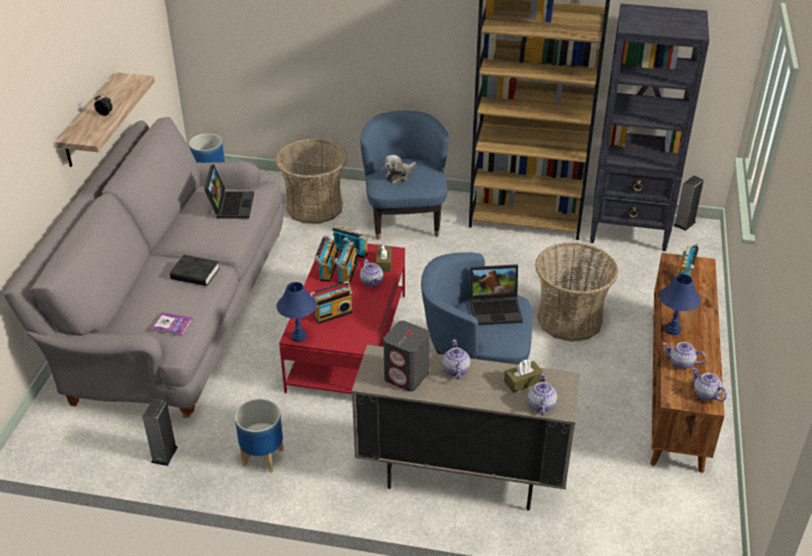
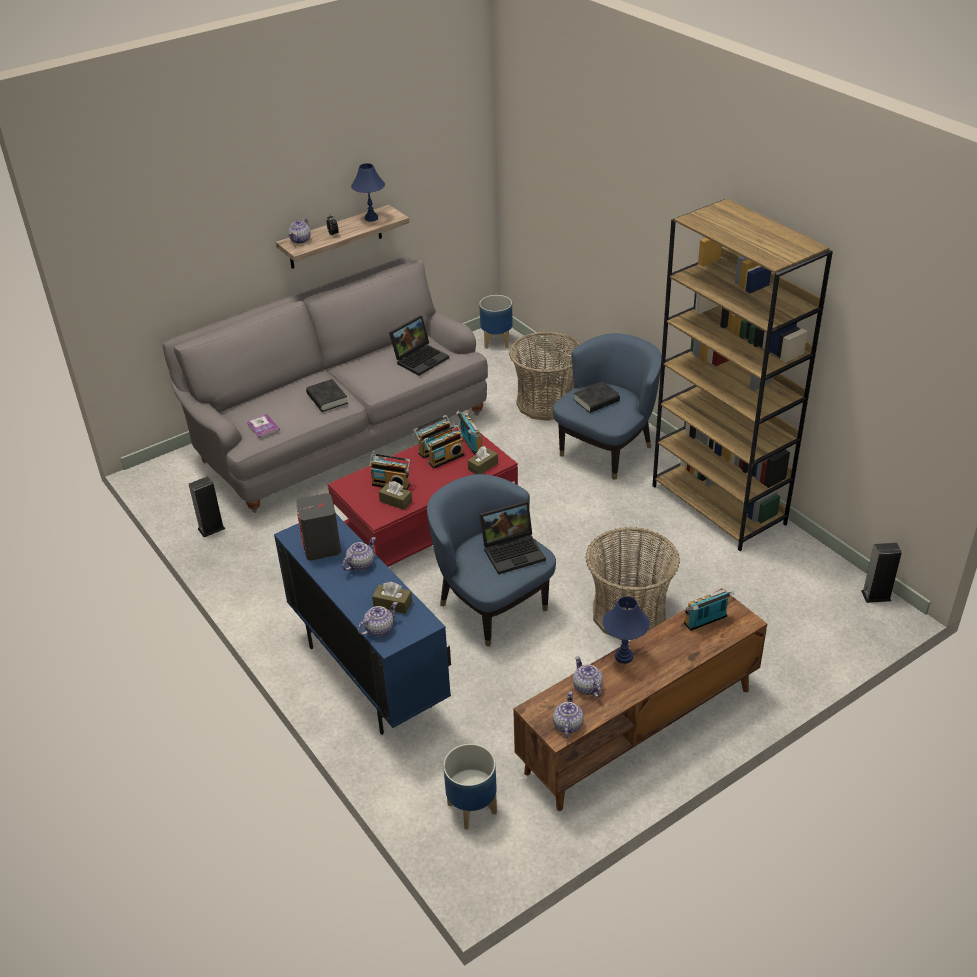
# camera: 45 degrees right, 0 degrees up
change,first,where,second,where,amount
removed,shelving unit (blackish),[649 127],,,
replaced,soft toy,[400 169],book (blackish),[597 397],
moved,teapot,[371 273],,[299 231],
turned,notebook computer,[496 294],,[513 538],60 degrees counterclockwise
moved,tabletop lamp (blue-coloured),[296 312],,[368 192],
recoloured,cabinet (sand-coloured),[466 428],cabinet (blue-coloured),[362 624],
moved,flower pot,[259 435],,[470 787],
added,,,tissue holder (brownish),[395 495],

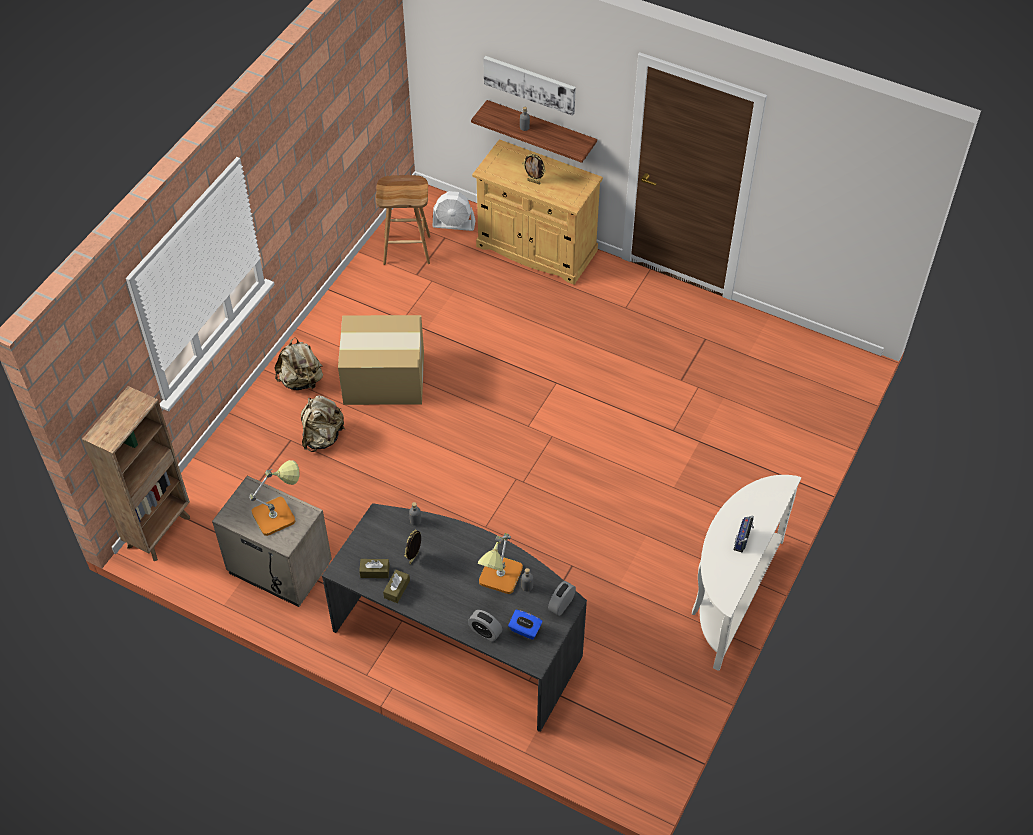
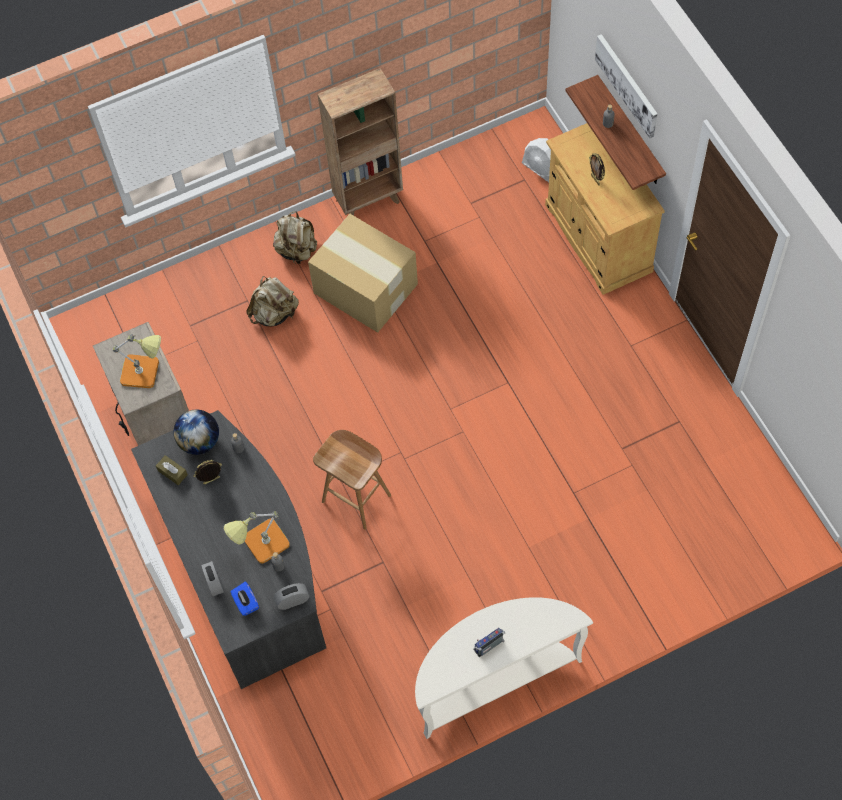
# camera: 40 degrees right, 10 degrees up
change,first,where,second,where,amount
moved,stool seat (brownish),[403 220],,[352 480],
moved,shelving unit (brownish),[136 473],,[360 142],
removed,tissue holder (brownish),[396 586],,,
added,,,globe,[196 432],

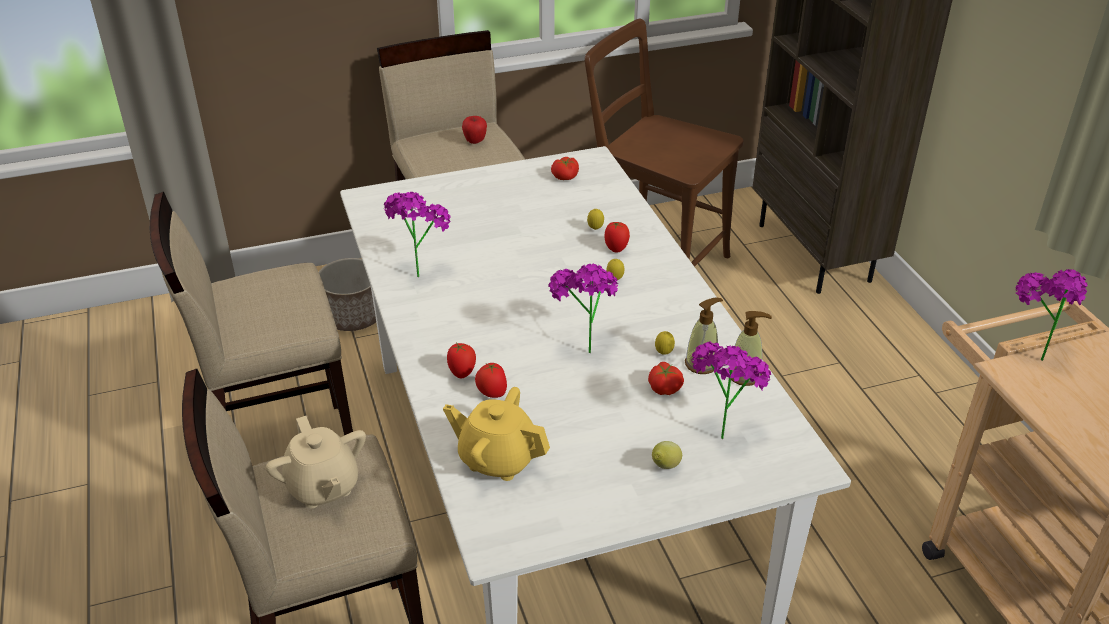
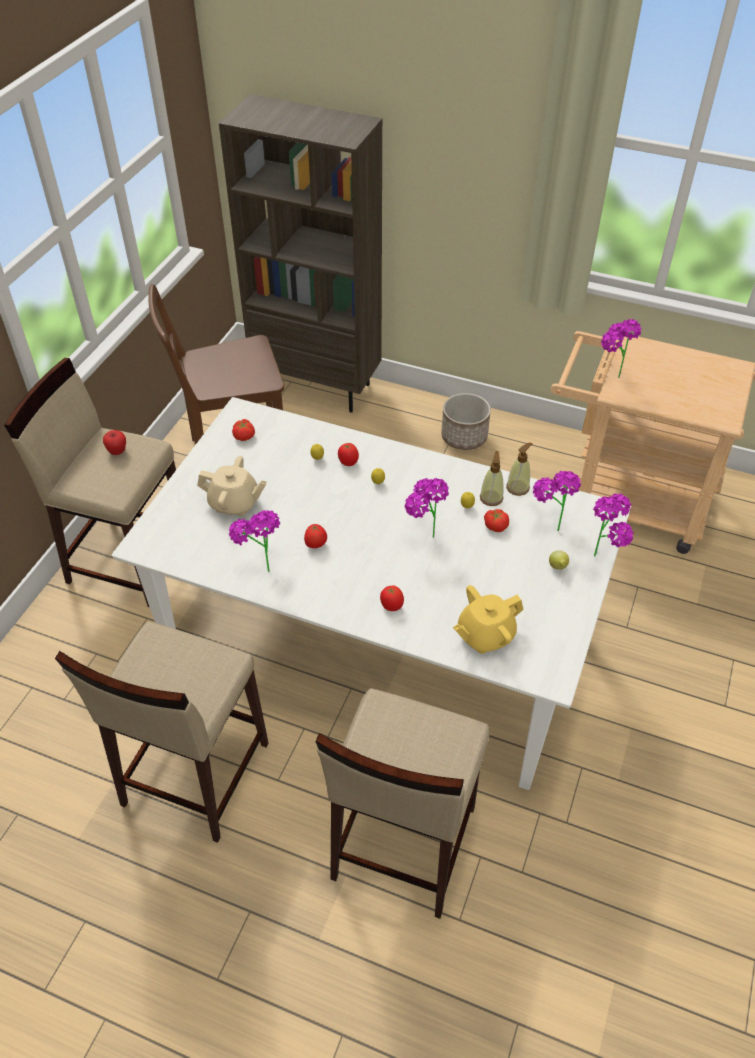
# camera: 50 degrees left, 10 degrees up
change,first,where,second,where,amount
moved,flower pot,[347 294],,[466 421],
moved,whole tomato,[491 380],,[315 536],
moved,teapot (sand-coloured),[316 462],,[232 486],
added,,,houseplant,[613 524],

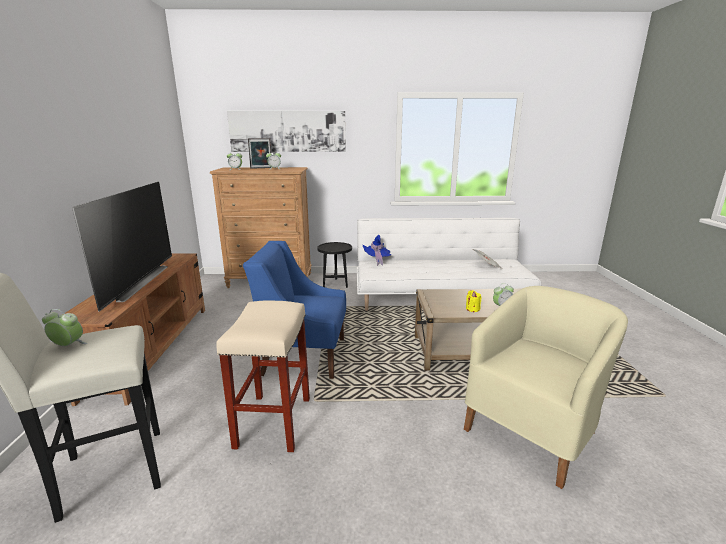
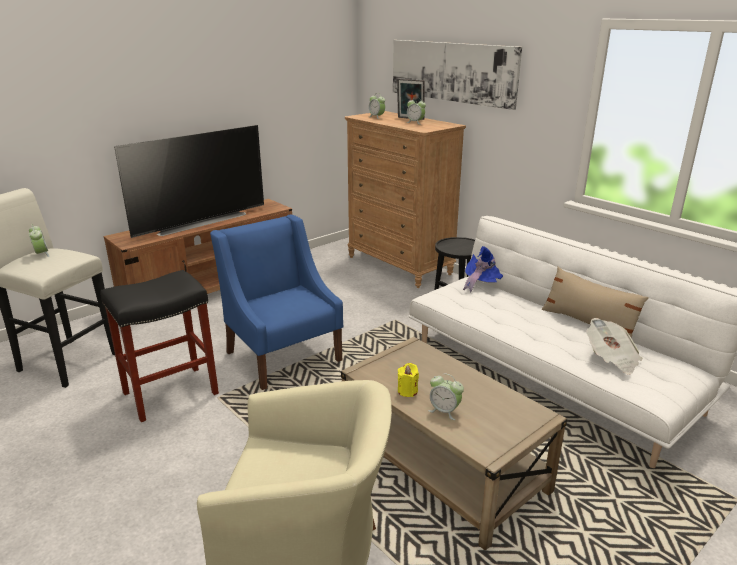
# camera: 50 degrees right, 5 degrees up
change,first,where,second,where,amount
recoloured,stool seat (sand-coloured),[263 376],stool seat (blackish),[160 346],
added,,,pillow (sand-coloured),[595 302],

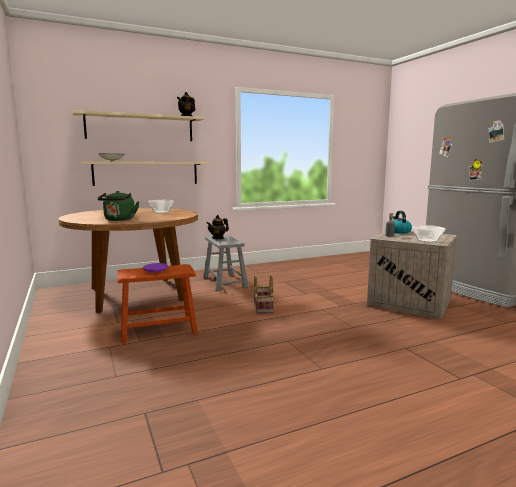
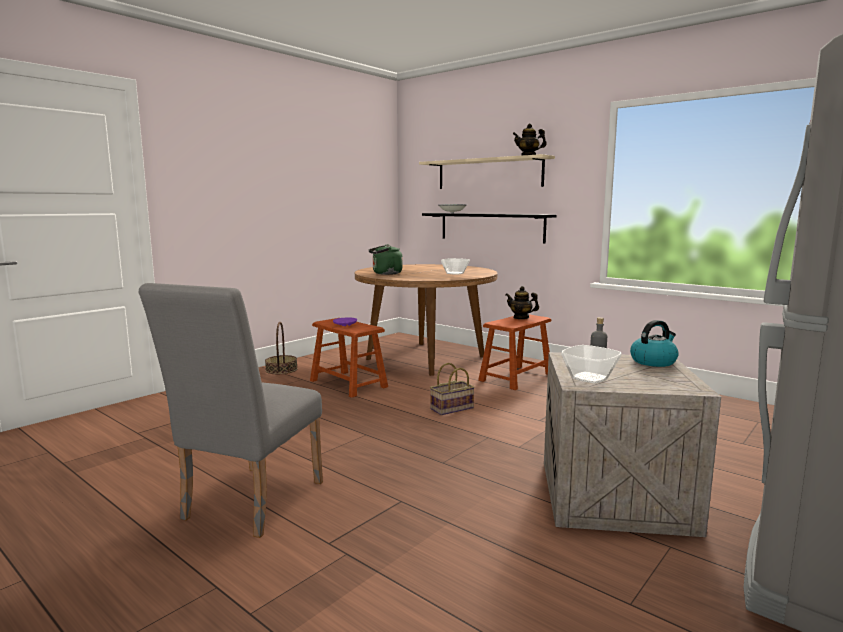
# camera: 65 degrees right, 0 degrees up
change,first,where,second,where,amount
recoloured,bracket shelf (sand-coloured),[145 174],bracket shelf (blackish),[489 228],
recoloured,stool seat (grey),[226 263],stool seat (brownish),[514 352],
added,,,plain chair (grey),[231 410],
added,,,storage basket,[281 348],

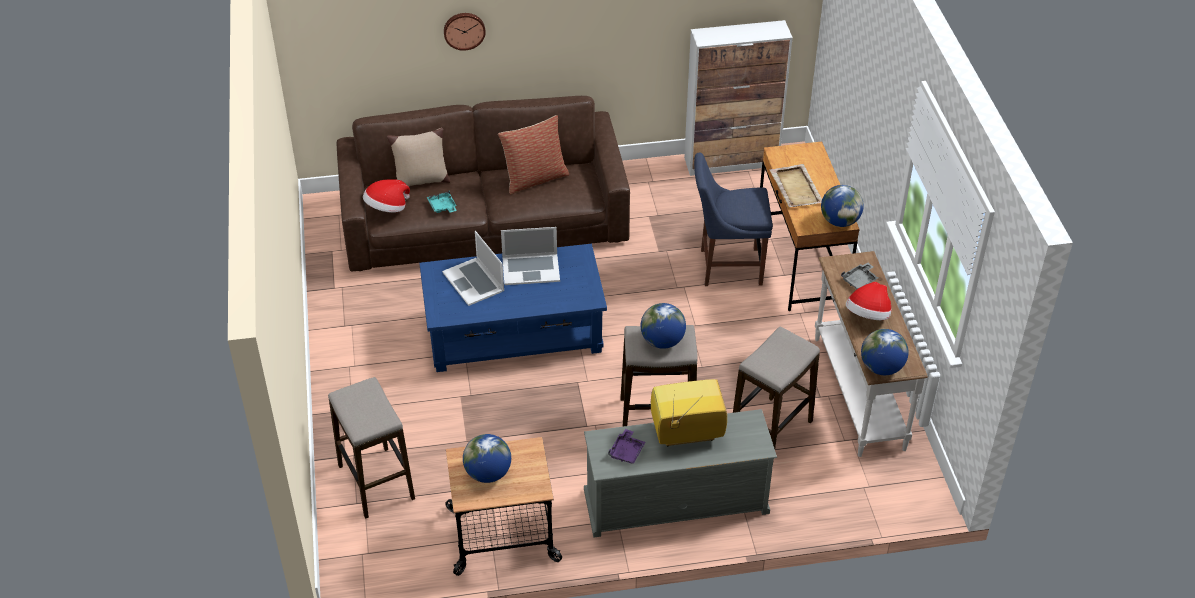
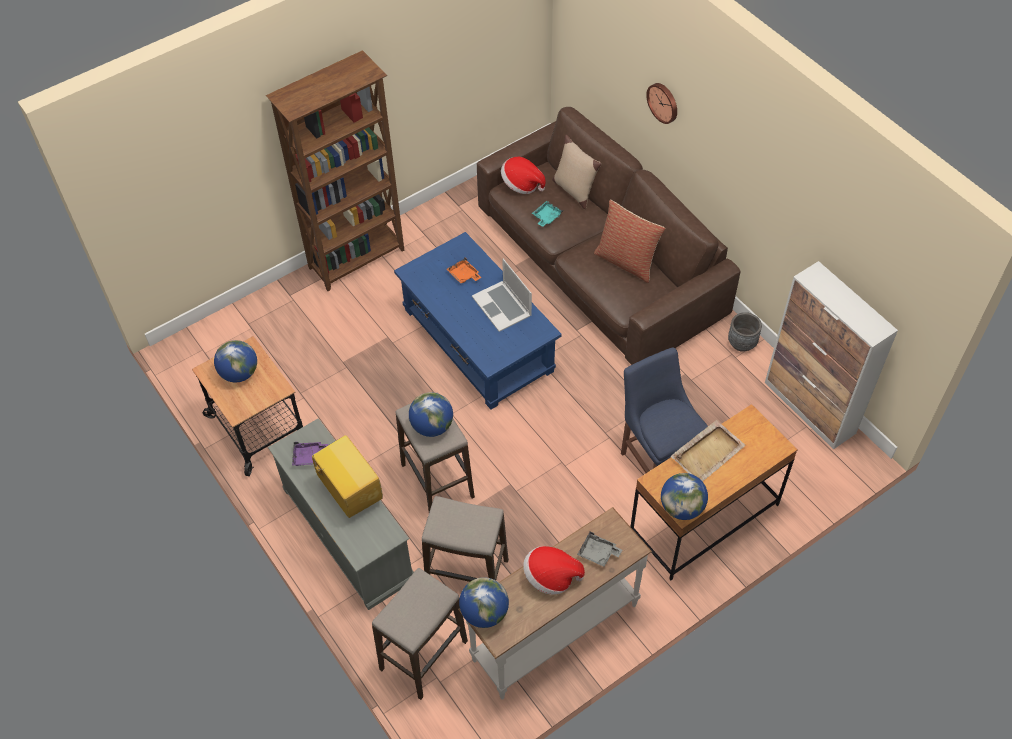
# camera: 65 degrees right, 10 degrees up
change,first,where,second,where,amount
replaced,notebook computer,[473 268],serving tray (orange-coloured),[464 270],
moved,stool seat,[371 448],,[420 634],
added,,,shelving unit (brownish),[335 170],
added,,,flower pot (grey),[745 332],

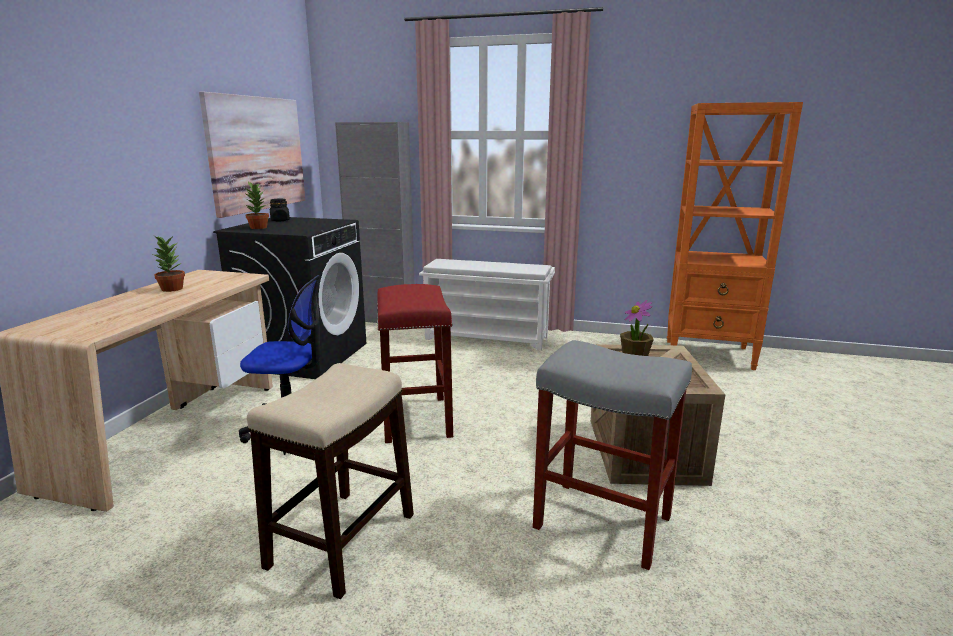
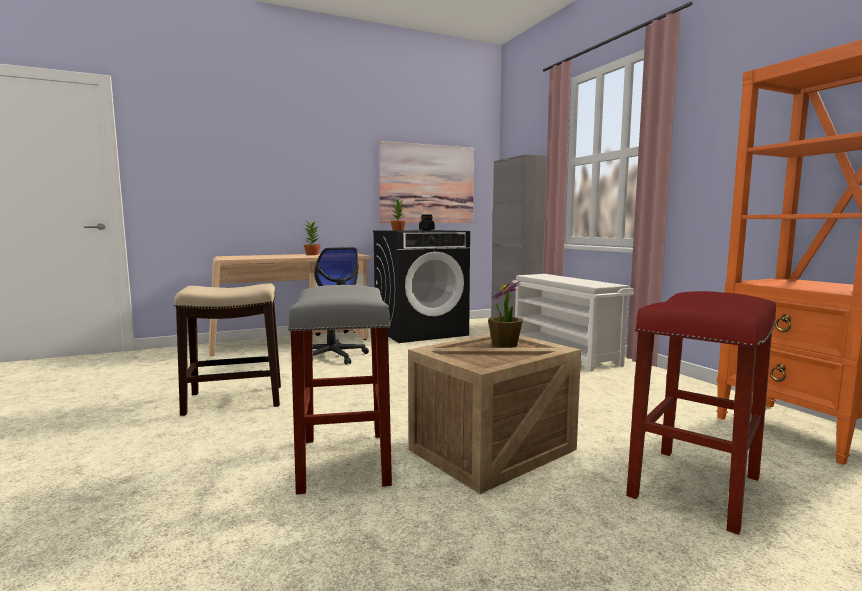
# camera: 50 degrees right, 10 degrees down
change,first,where,second,where,amount
moved,stool seat (reddish),[415 363],,[701 413],

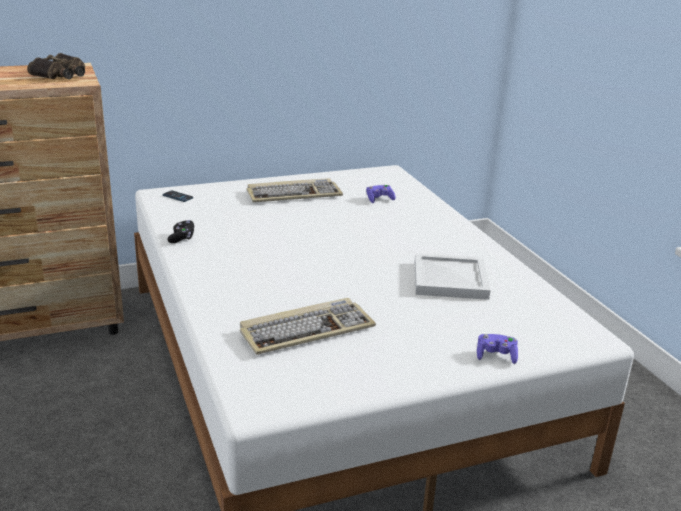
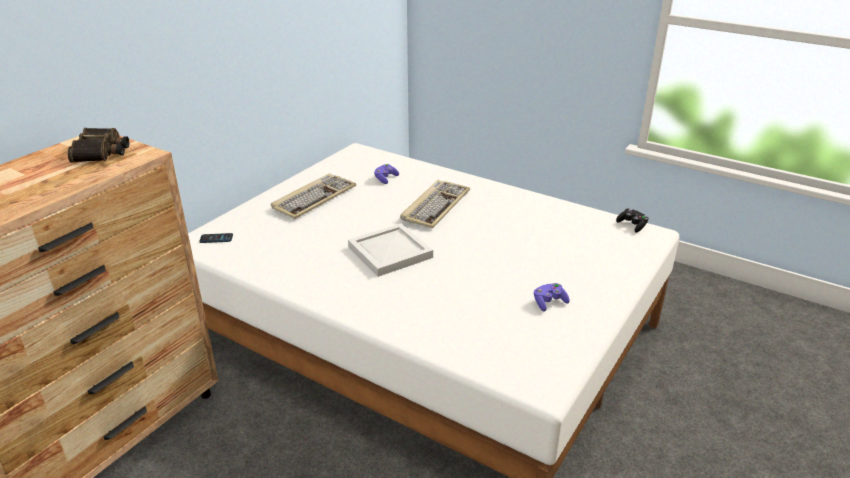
# camera: 35 degrees left, 5 degrees up
change,first,where,second,where,amount
moved,gamepad (blackish),[181 231],,[632 220],
moved,serving tray (white),[452 276],,[390 250],
moved,computer keyboard,[308 326],,[435 204],
moved,gamepad (purple),[497 349],,[552 297],

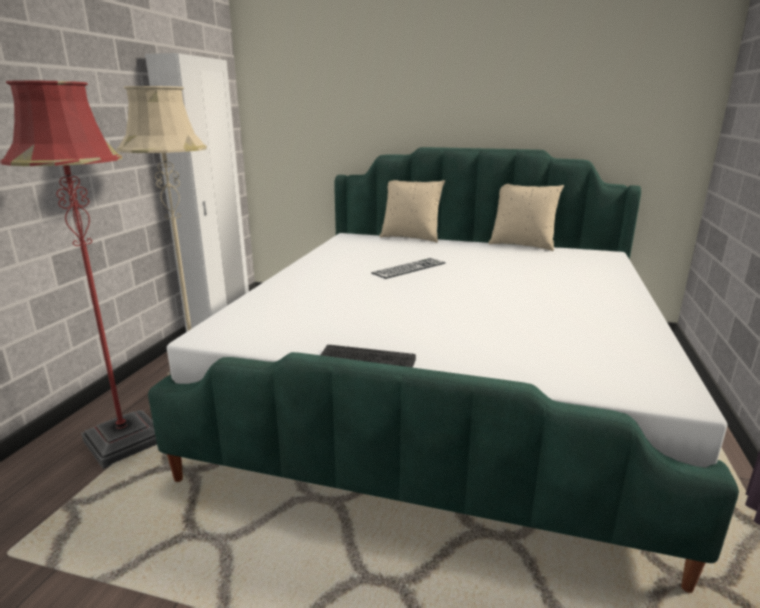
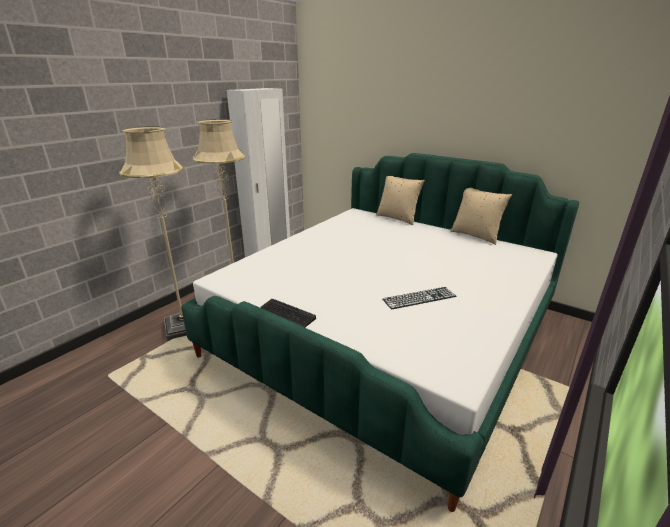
# camera: 20 degrees right, 5 degrees up
change,first,where,second,where,amount
recoloured,standing lamp (reddish),[79 274],standing lamp (sand-coloured),[153 233],
moved,computer keyboard,[408 268],,[420 298],

